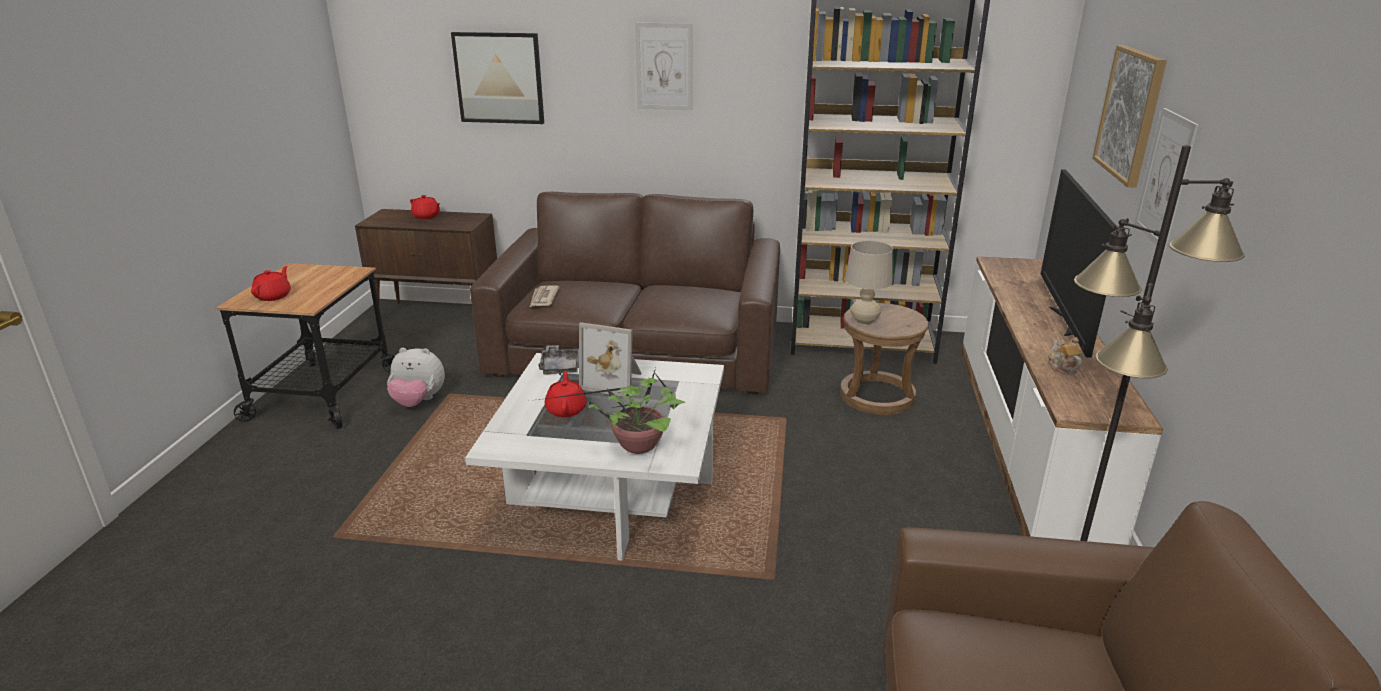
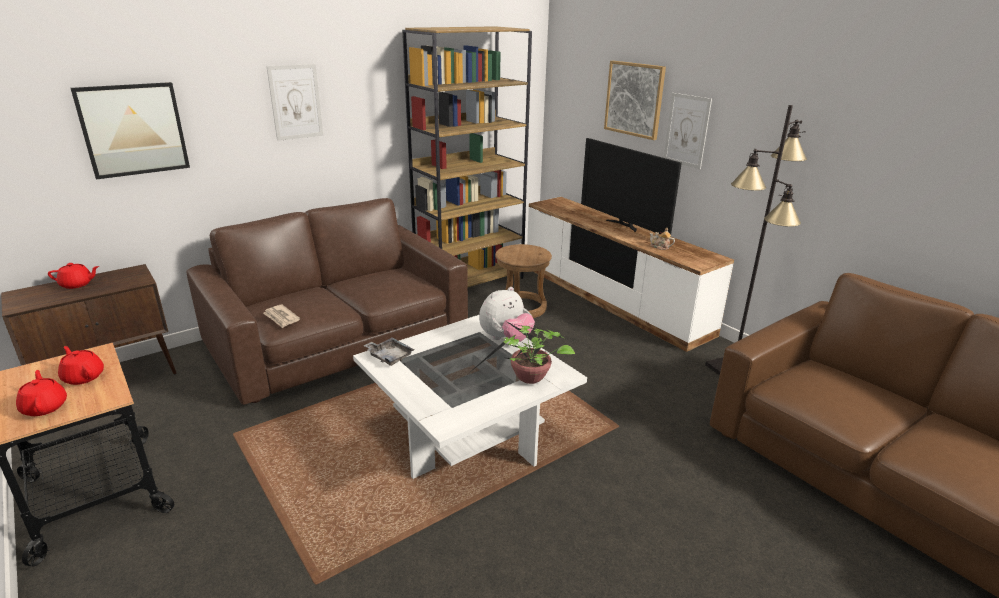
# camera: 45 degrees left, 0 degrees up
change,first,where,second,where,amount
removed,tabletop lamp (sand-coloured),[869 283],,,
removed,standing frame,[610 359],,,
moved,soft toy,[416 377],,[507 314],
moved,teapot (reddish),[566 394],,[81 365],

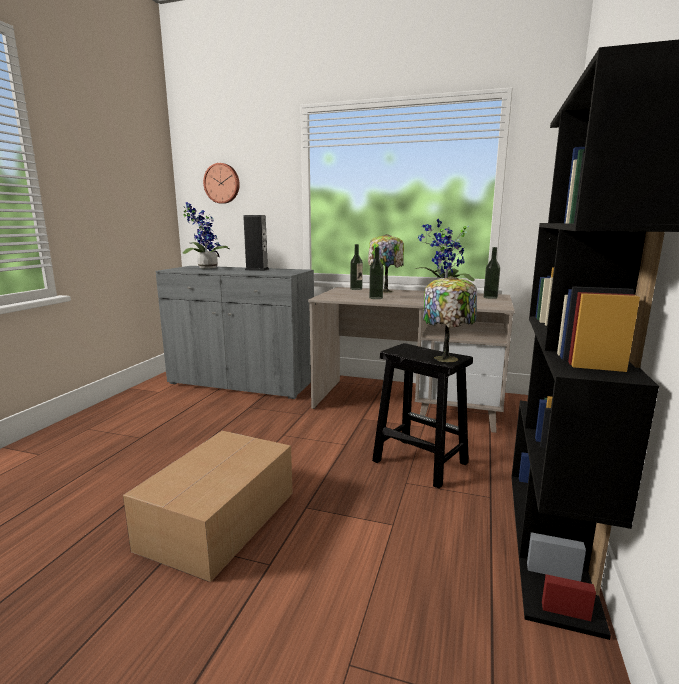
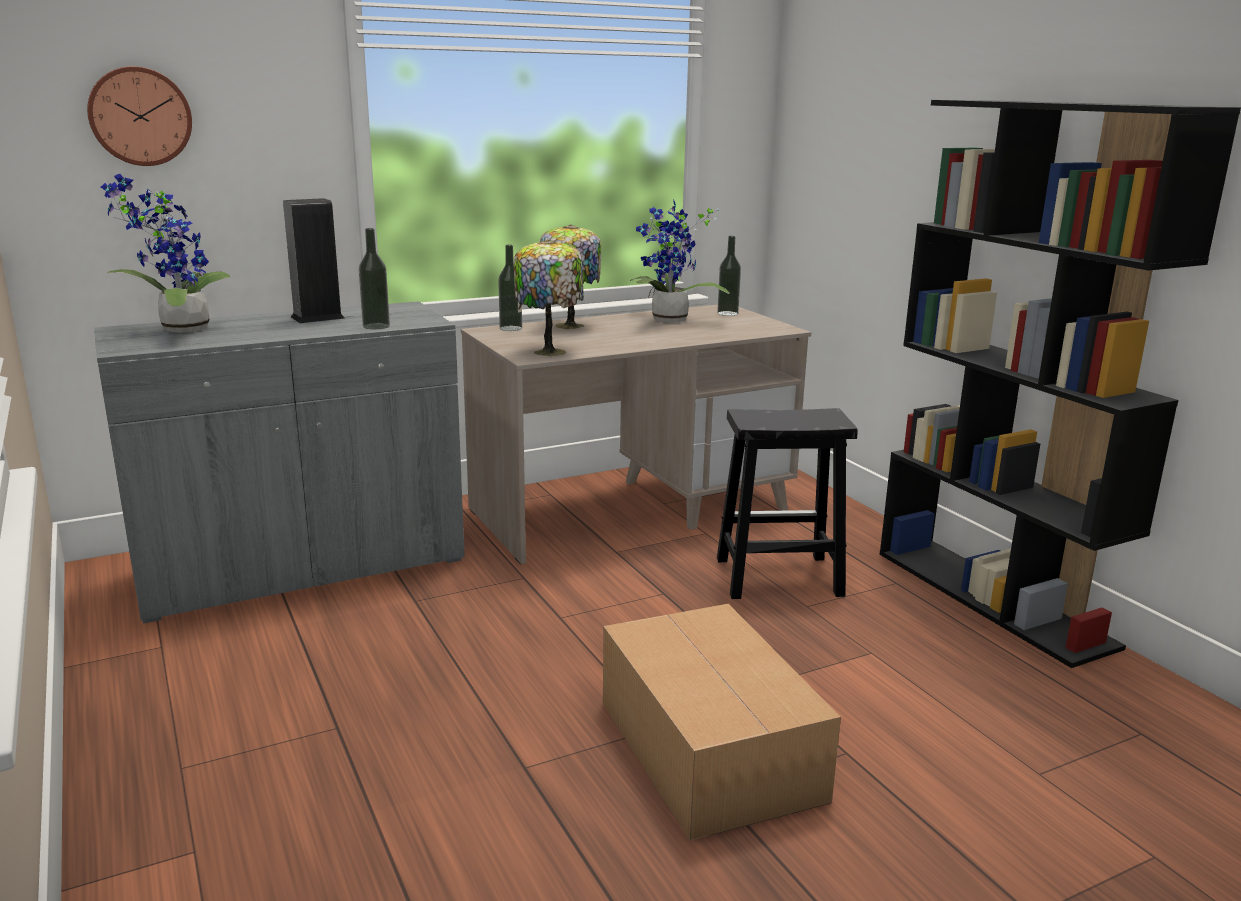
# camera: 45 degrees left, 5 degrees up
change,first,where,second,where,amount
moved,beverage bottle,[376 273],,[374 278],
moved,tabletop lamp,[450 319],,[548 297],

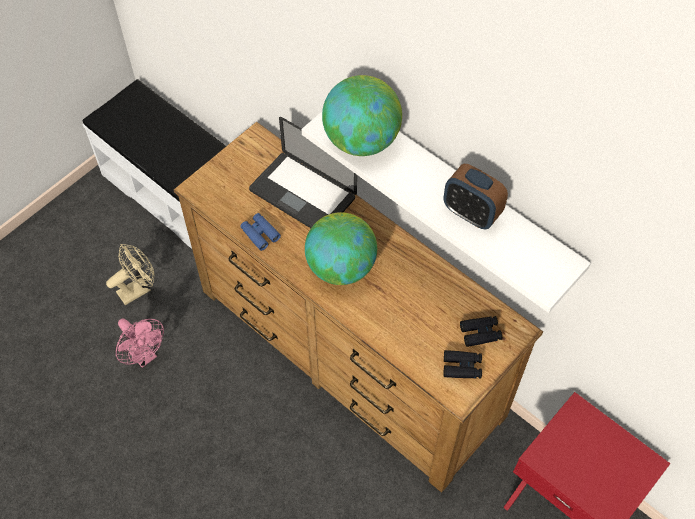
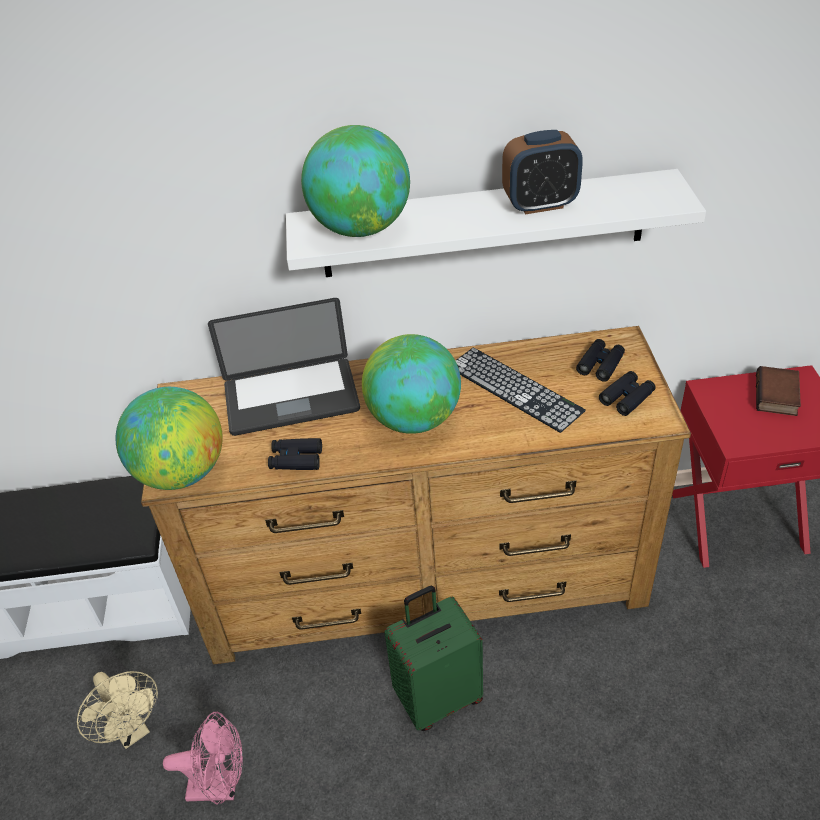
# camera: 45 degrees left, 15 degrees down
change,first,where,second,where,amount
recoloured,field glasses (blue-coloured),[260 232],field glasses (blackish),[295 454],
turned,fan (sand-coloured),[130 274],,[117 710],135 degrees clockwise
added,,,computer keyboard,[520 390],
added,,,book,[778 391],
added,,,globe,[169 438],
added,,,travel case (green),[433 658],

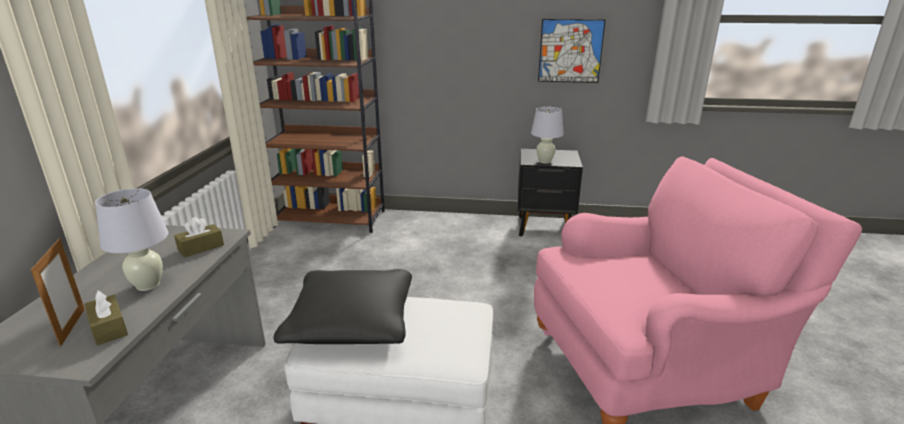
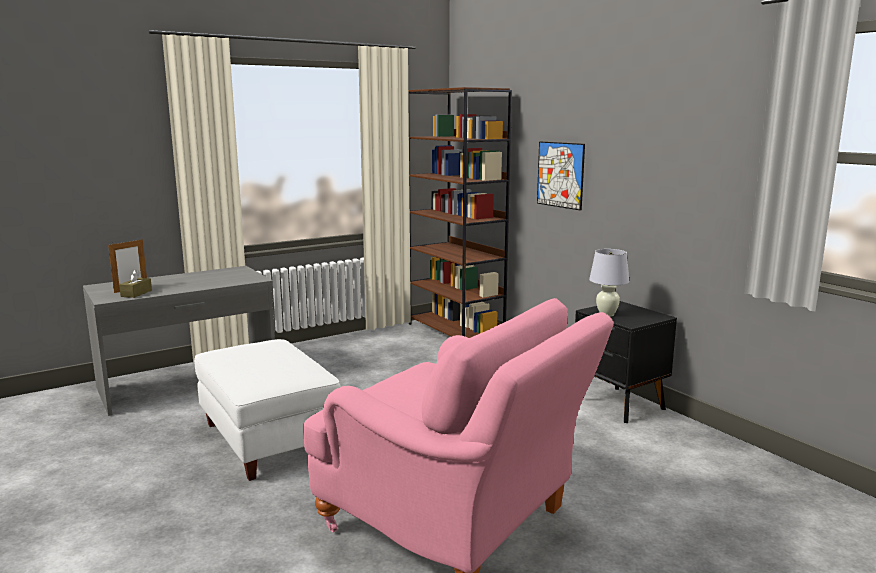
# camera: 50 degrees right, 10 degrees down
change,first,where,second,where,amount
moved,wall picture,[572 51],,[561 176],
removed,tabletop lamp (white),[131 239],,,
removed,tissue holder (brownish),[199 237],,,
removed,pillow (blackish),[342 306],,,

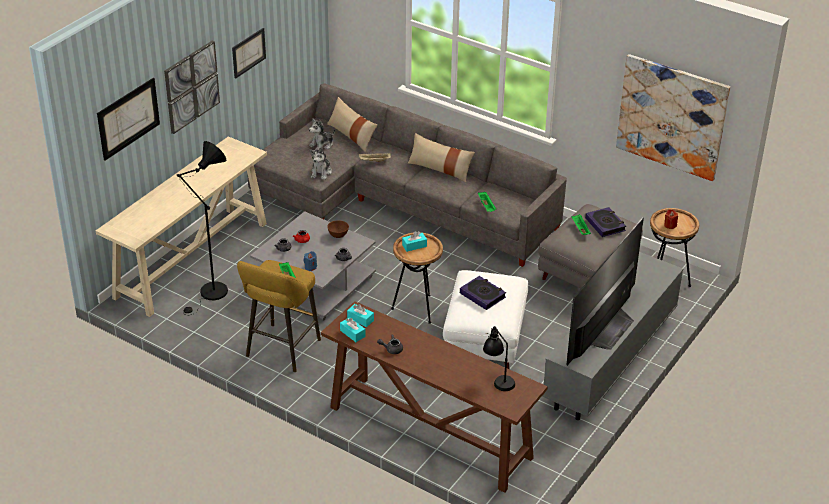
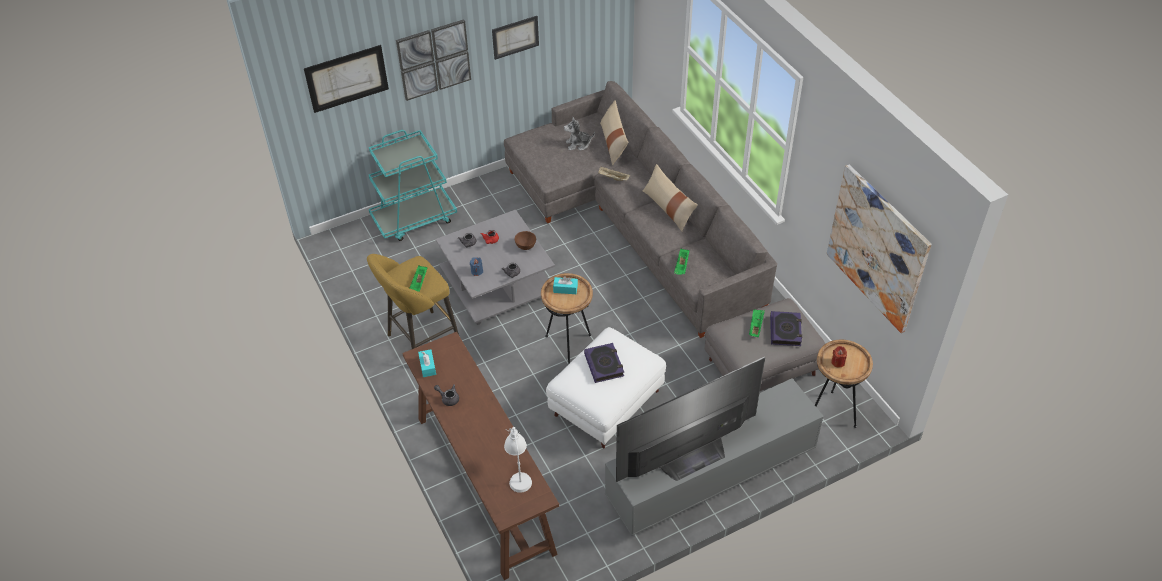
# camera: 30 degrees right, 10 degrees up
change,first,where,second,where,amount
replaced,console table (sand-coloured),[181 227],wheeled cart (turquoise-coloured),[413 185],
removed,standing lamp (blackish),[202 228],,,
removed,soft toy,[320 163],,,
removed,tissue holder (turquoise-coloured),[360 315],,,
recoloured,tabletop lamp (blackish),[499 358],tabletop lamp (white),[518 460],

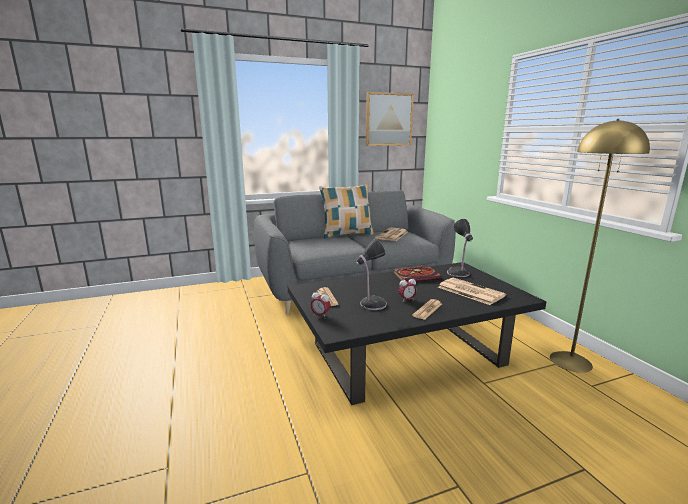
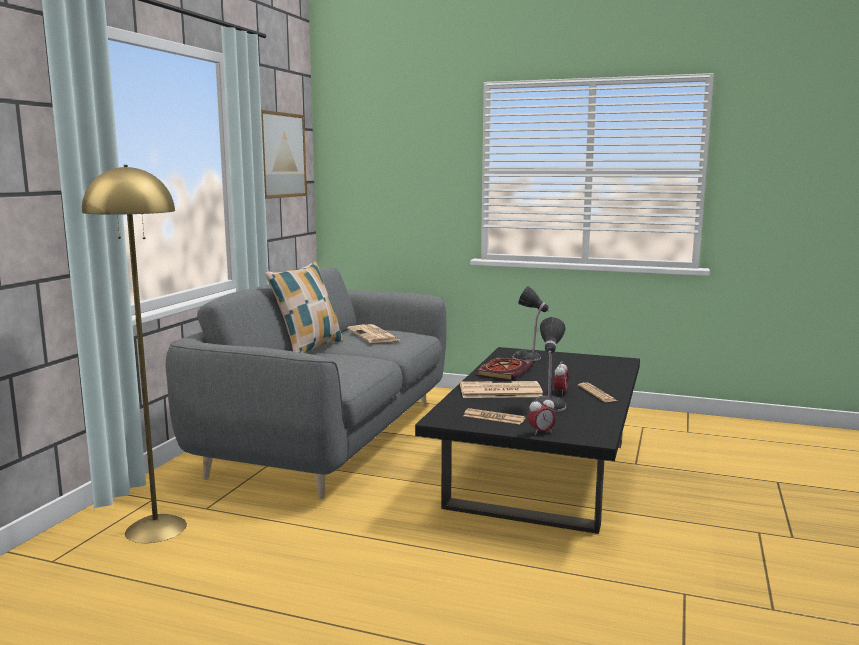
# camera: 50 degrees left, 5 degrees down
change,first,where,second,where,amount
moved,standing lamp (yellow),[600 246],,[134 354],
moved,printed paper,[472 291],,[501 389],

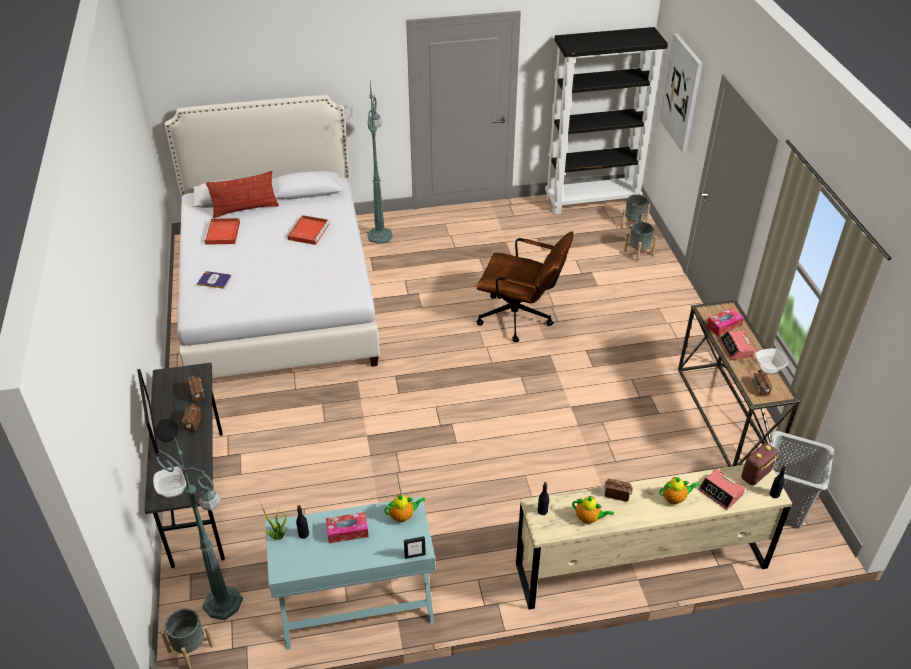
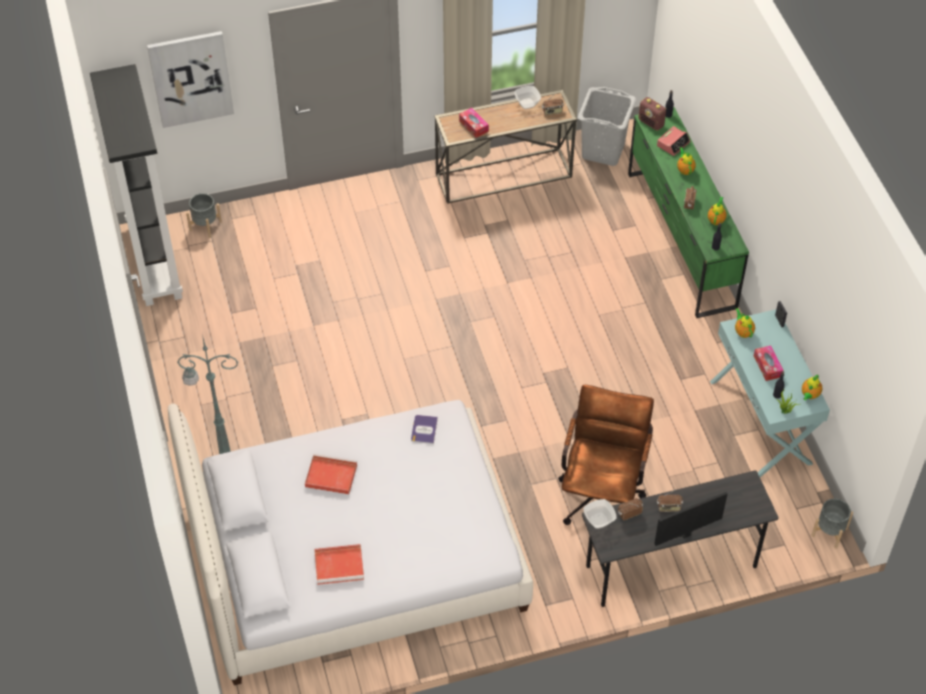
# camera: 95 degrees left, 10 degrees up
change,first,where,second,where,amount
removed,pillow,[242 194],,,
removed,flower pot (grey),[640 242],,,
moved,office chair (brownish),[524 286],,[606 455],
moved,book,[214 280],,[424 429],
removed,table clock,[737 345],,,
removed,standing lamp (green),[199 526],,,
recoloured,chest of drawers (sand-coloured),[654 537],chest of drawers (green),[688 213],
moved,serving bowl,[169 482],,[600 514],
added,,,teapot,[812 387],

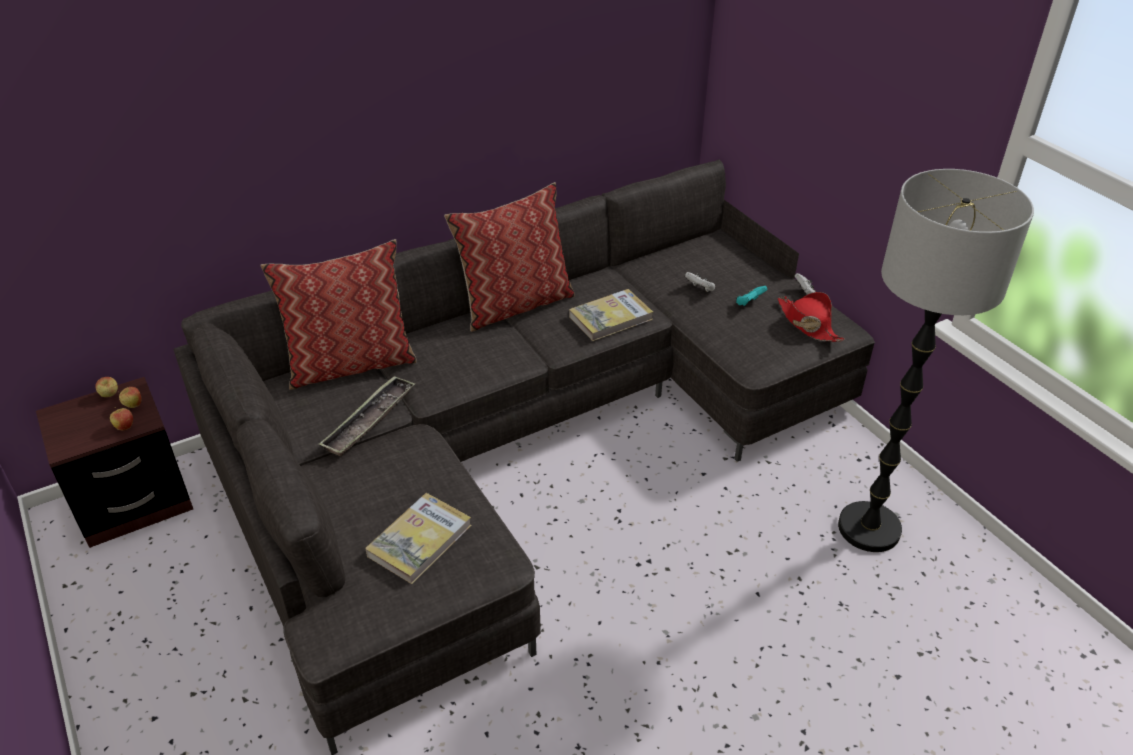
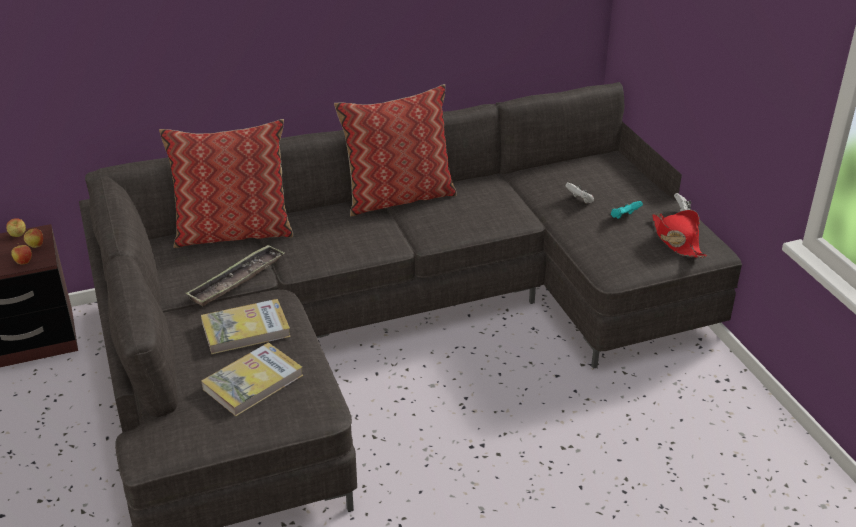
# camera: 10 degrees right, 5 degrees down
change,first,where,second,where,amount
removed,standing lamp,[936 360],,,
moved,book,[611 315],,[246 326],

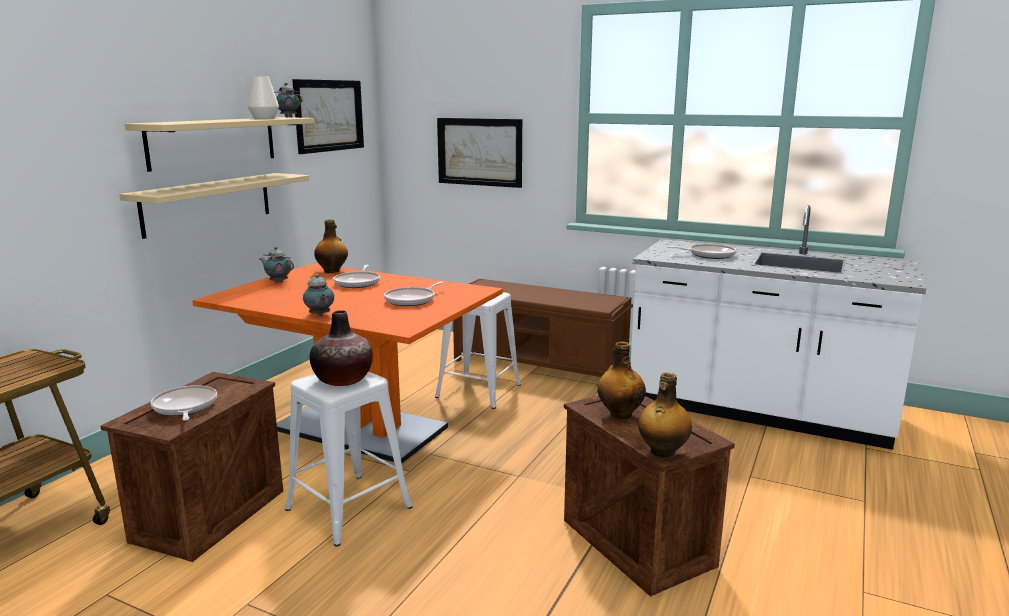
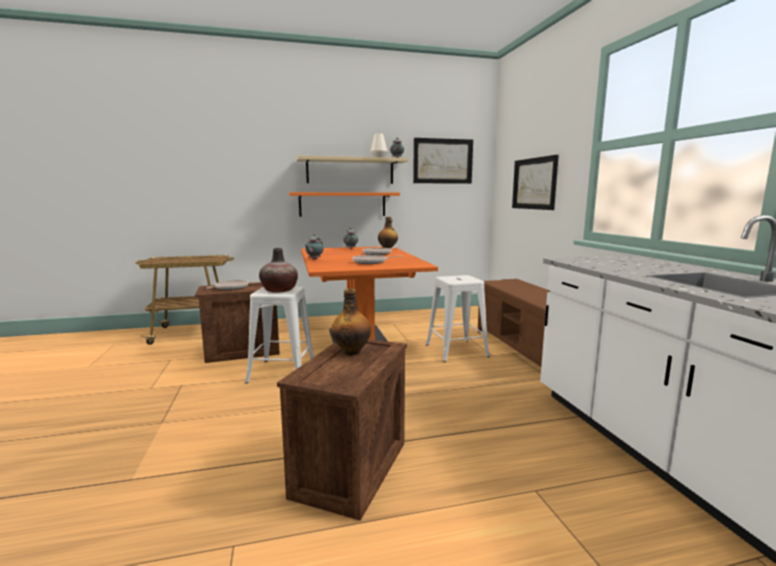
# camera: 50 degrees right, 5 degrees down
change,first,where,second,where,amount
recoloured,bracket shelf (sand-coloured),[214 206],bracket shelf (orange-coloured),[344 204],
removed,frying pan,[702 251],,,
removed,beverage bottle,[665 415],,,

